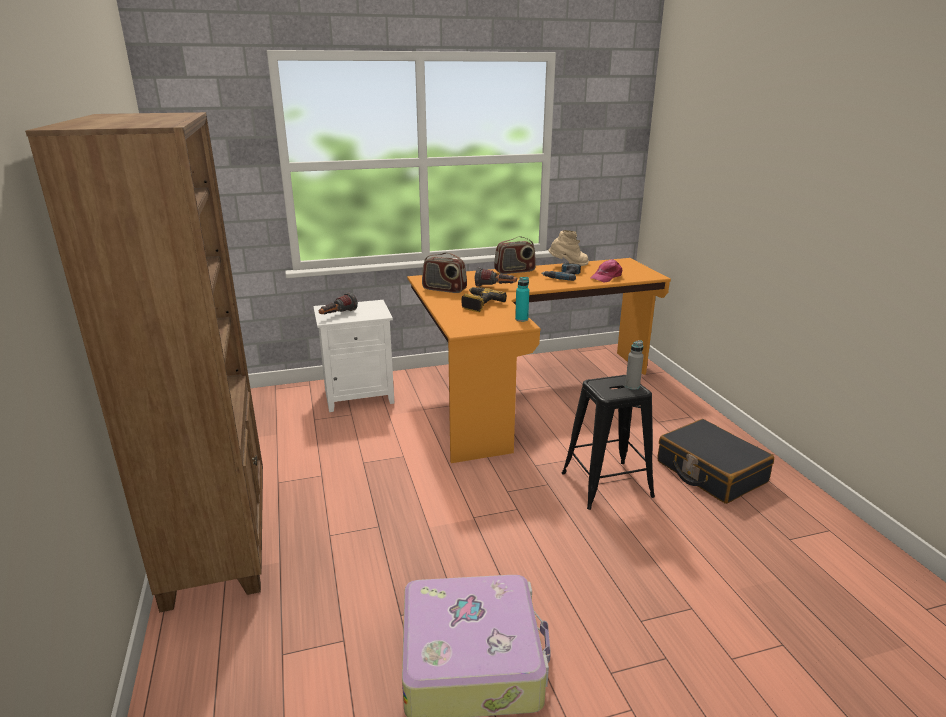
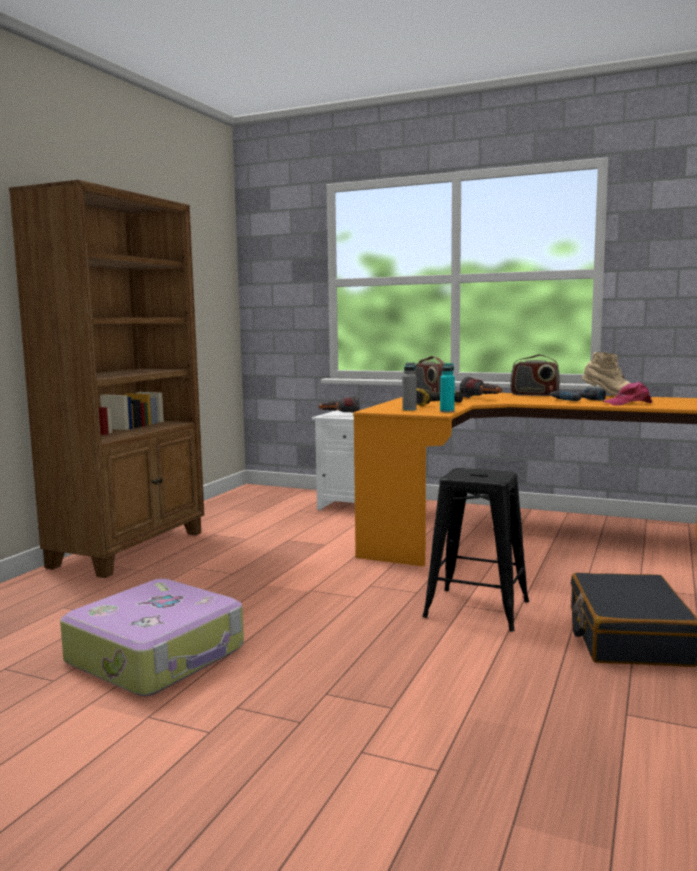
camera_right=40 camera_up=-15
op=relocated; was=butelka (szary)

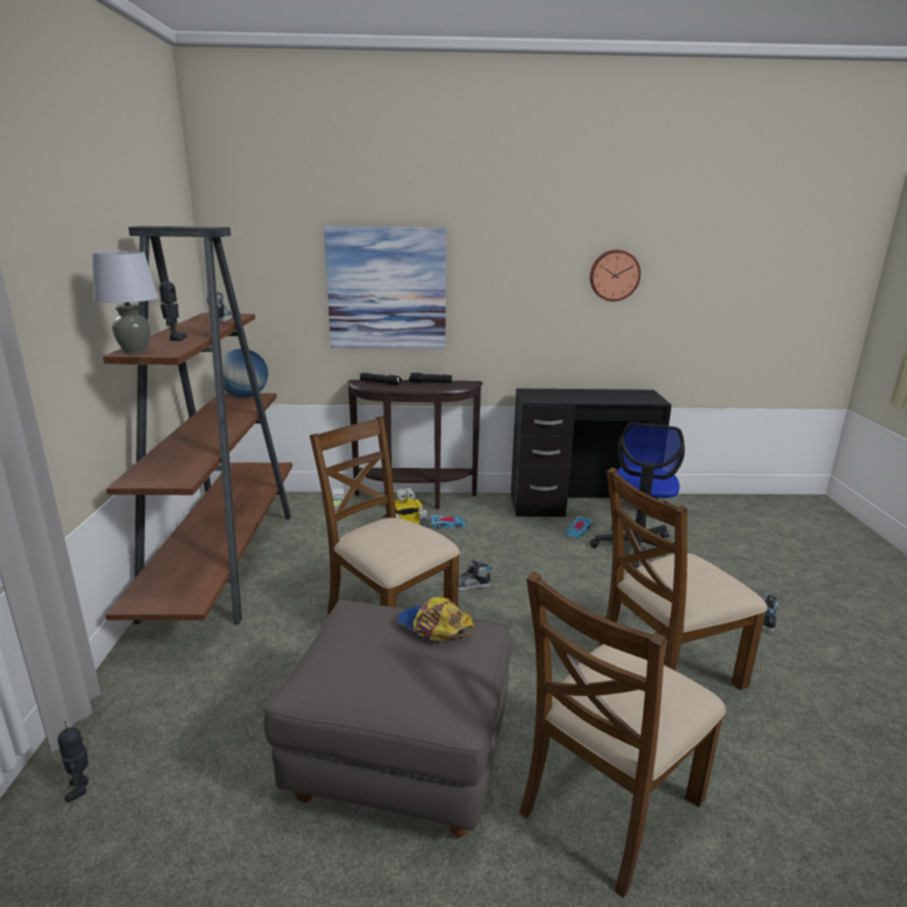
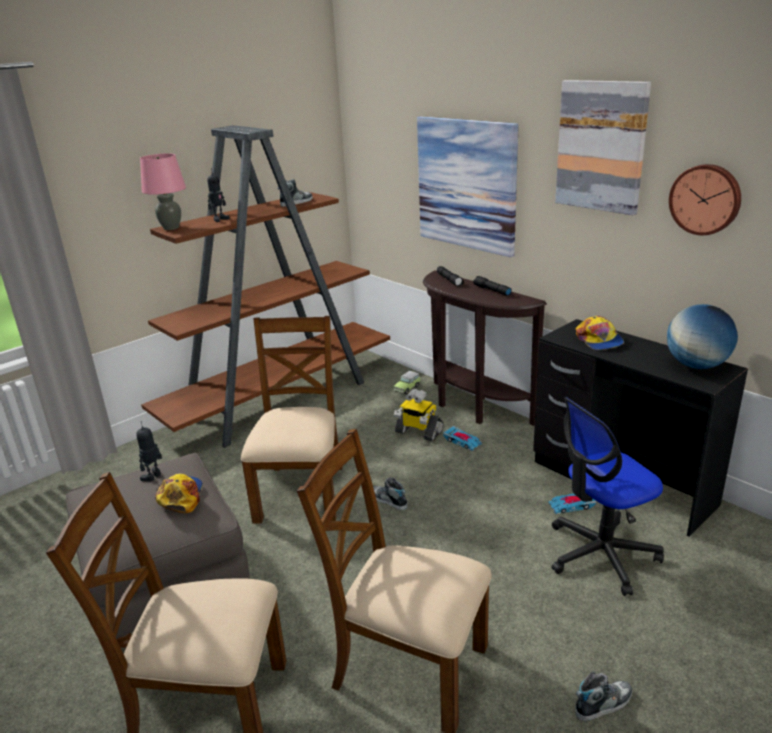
camera_right=50 camera_up=5
op=relocated; was=robot zabawkowy (no. 1 from left)
op=colour; was=lampa stołowa (szary); now=lampa stołowa (różowy)
op=relocated; was=globus
op=appeared; now=obraz (no. 2 from left)
op=appeared; now=czapka z daszkiem (no. 2 from left)

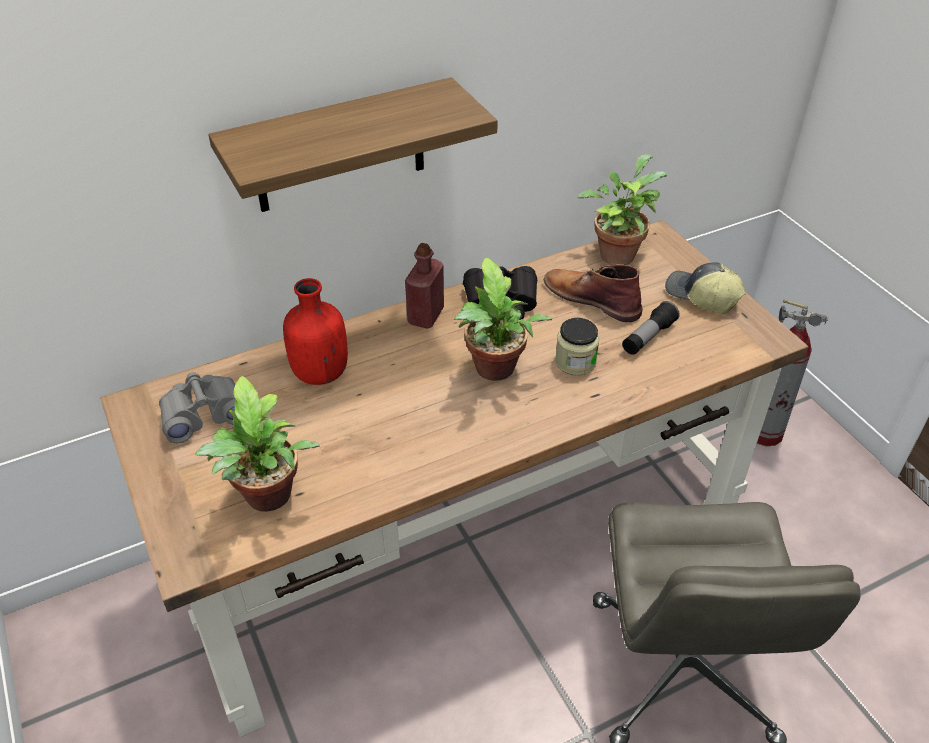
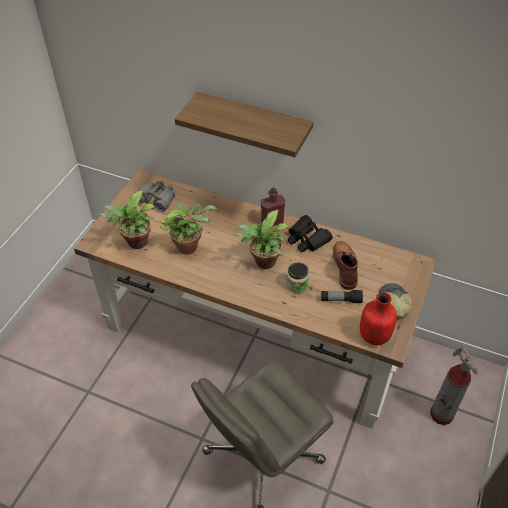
camera_right=50 camera_up=5
op=relocated; was=butelka (czerwony) (no. 1 from left in the first image); now=butelka (czerwony) (no. 2 from left)
op=relocated; was=roślina doniczkowa (no. 3 from left in the first image); now=roślina doniczkowa (no. 2 from left)

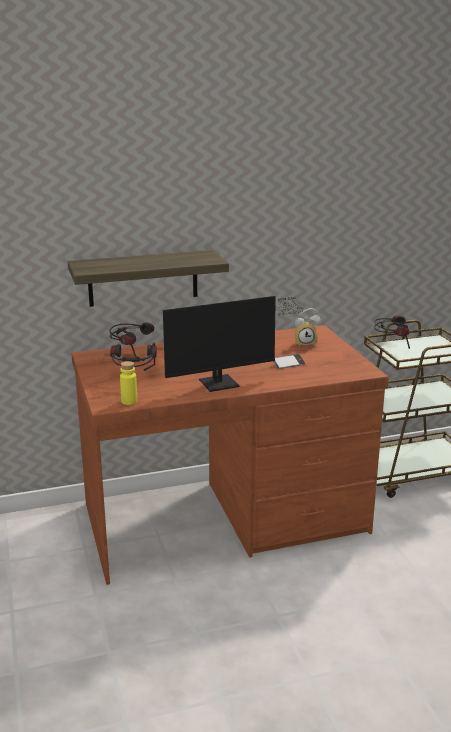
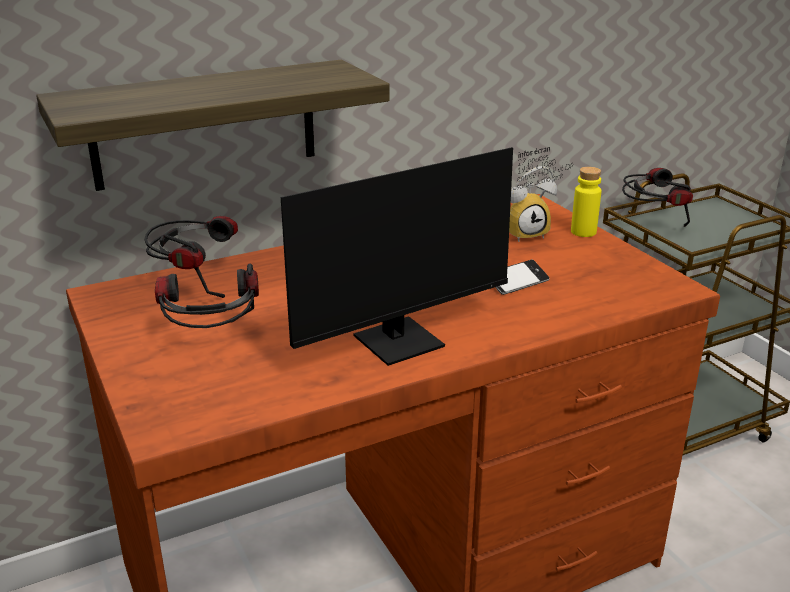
camera_right=-10 camera_up=5
op=relocated; was=butelka (żółty)

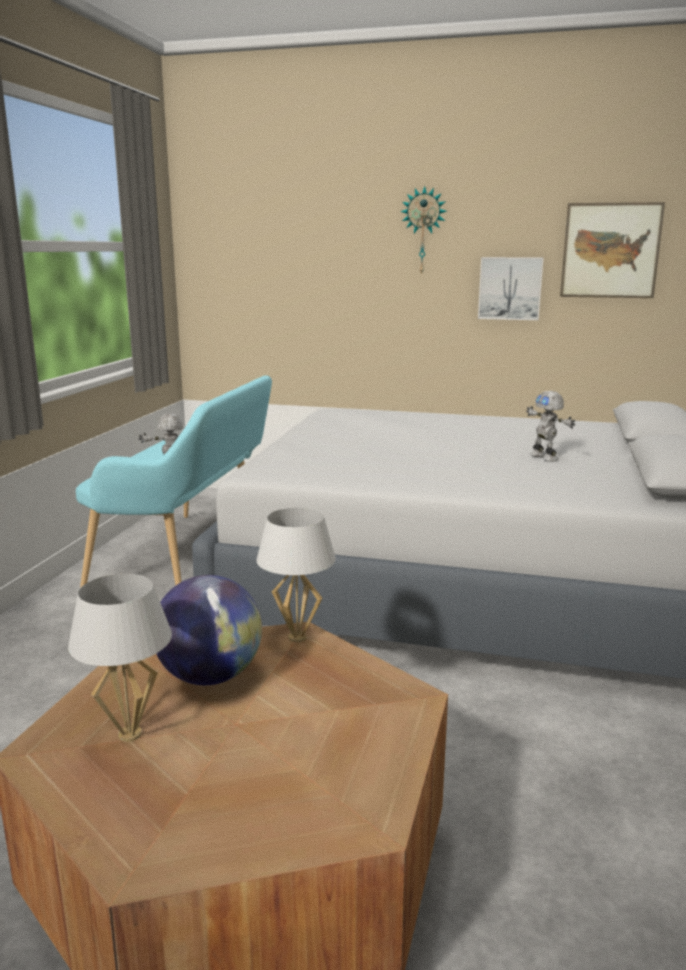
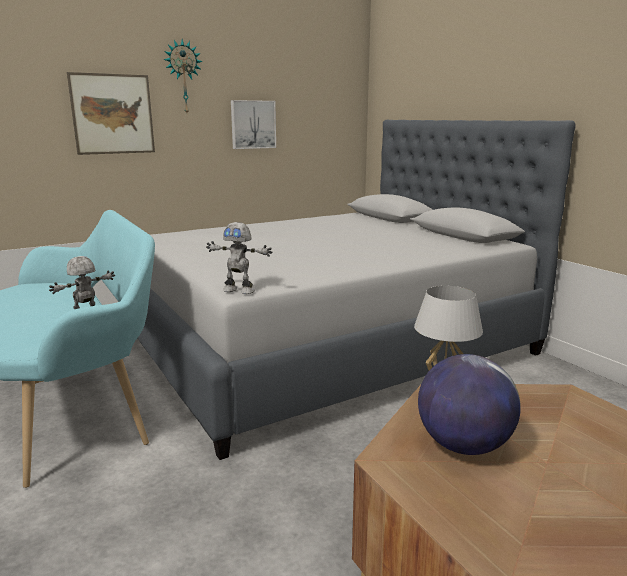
camera_right=-45 camera_up=0
op=missing; was=lampa stołowa (biały) (no. 1 from left)
op=relocated; was=robot zabawkowy (no. 2 from left)
op=relocated; was=obraz (no. 2 from left in the first image); now=obraz (no. 1 from left)

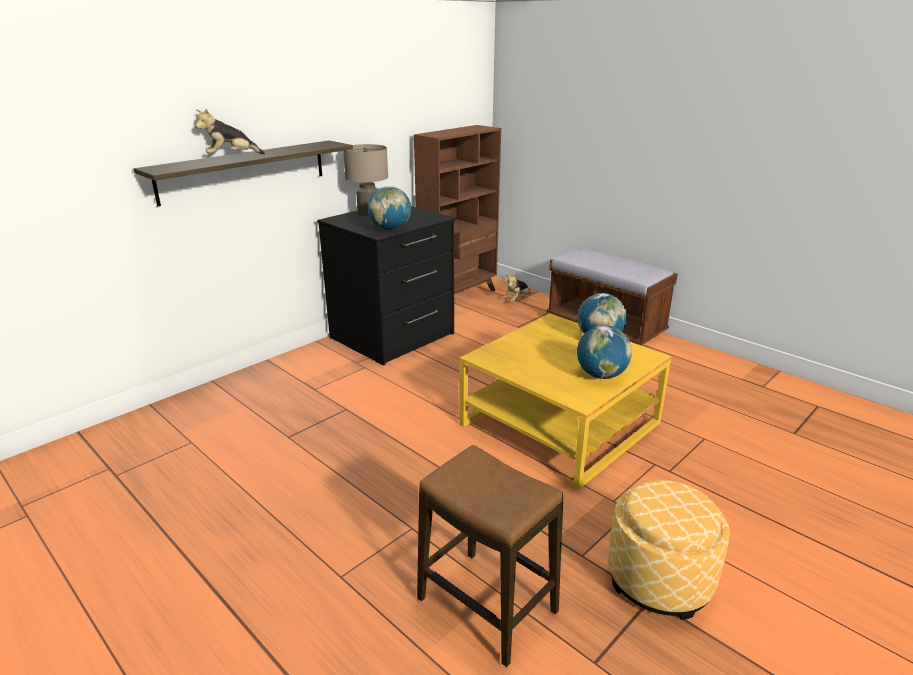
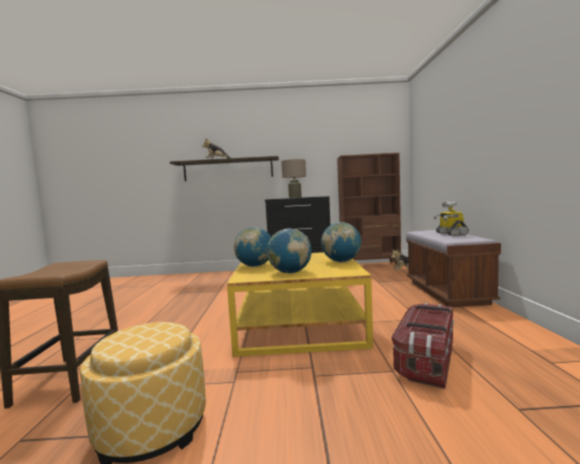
camera_right=45 camera_up=-20
op=relocated; was=globus (no. 1 from left)
op=appeared; now=pojemnik do przechowywania
op=appeared; now=robot zabawkowy

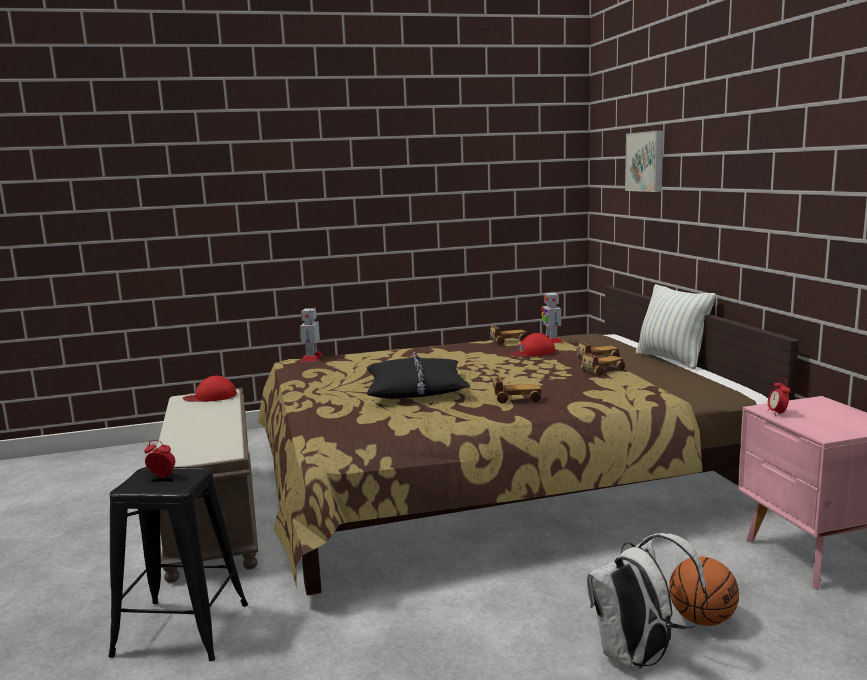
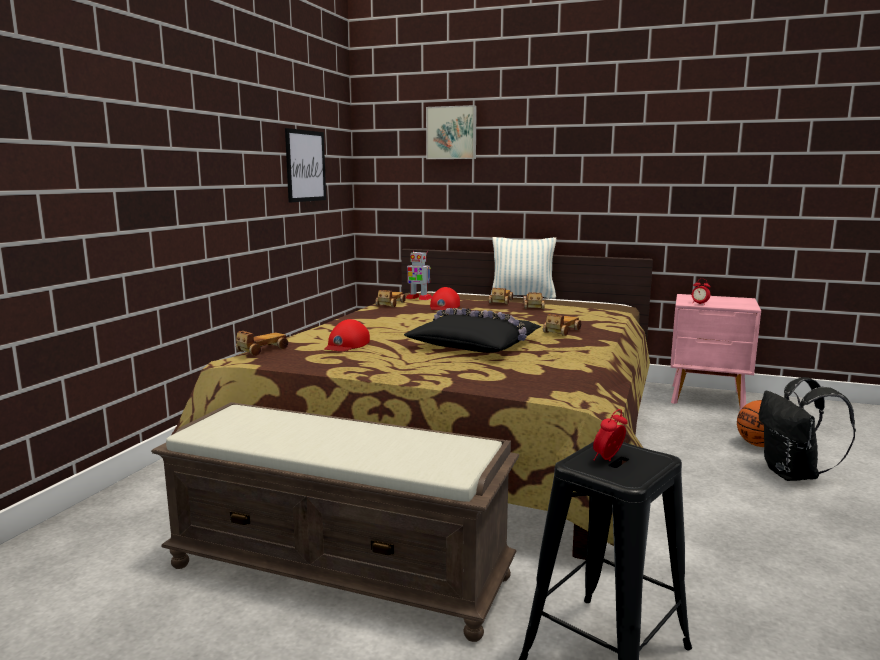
camera_right=-55 camera_up=0
op=relocated; was=czapka z daszkiem (czerwony) (no. 1 from left)
op=exchanged; was=robot zabawkowy (no. 1 from left); now=samochodzik (no. 1 from left)
op=colour; was=plecak (biały); now=plecak (czarny)
op=appeared; now=obraz (no. 1 from left)

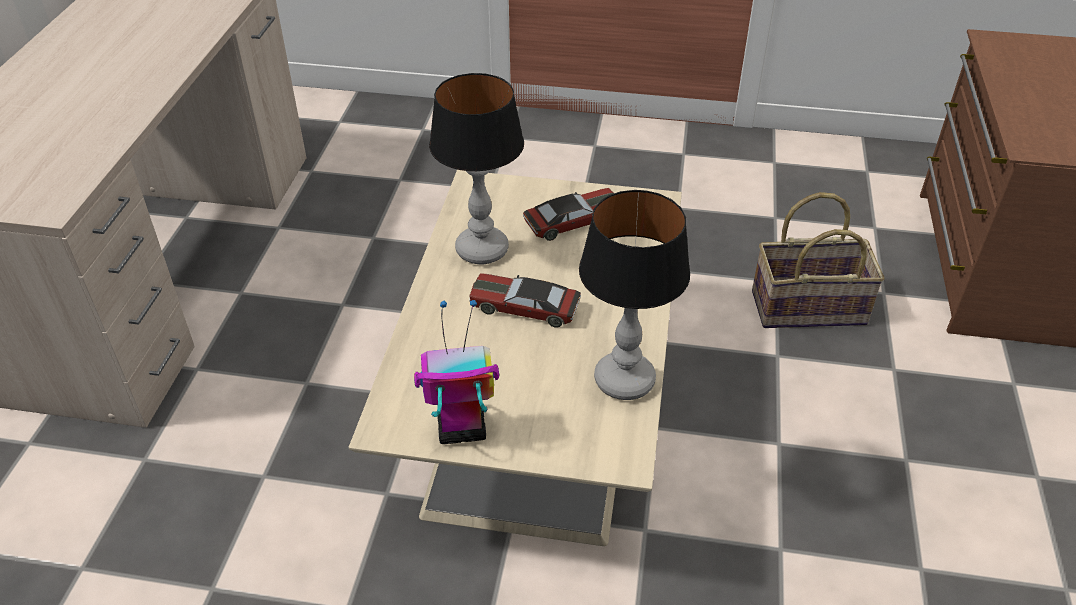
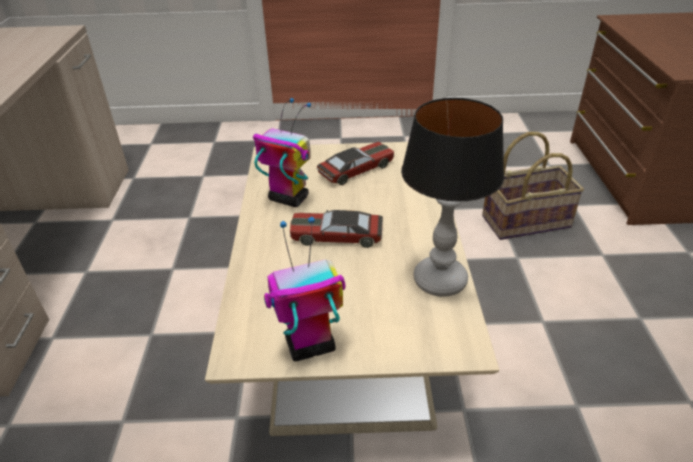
camera_right=-10 camera_up=-5
op=exchanged; was=lampa stołowa (no. 1 from left); now=robot zabawkowy (no. 1 from left)

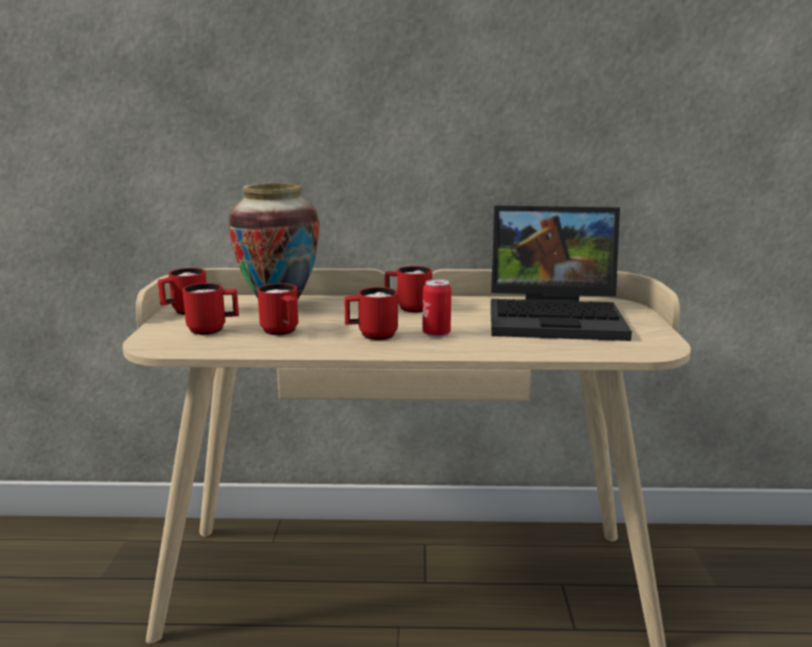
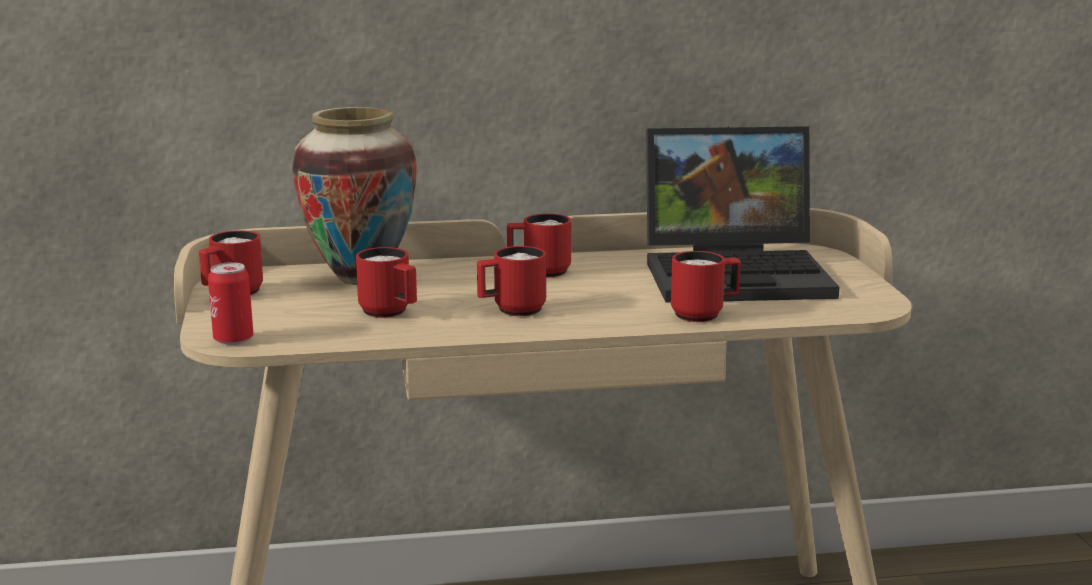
camera_right=-10 camera_up=0
op=relocated; was=kubek (czerwony) (no. 2 from left in the first image); now=kubek (czerwony) (no. 5 from left)
op=relocated; was=puszka

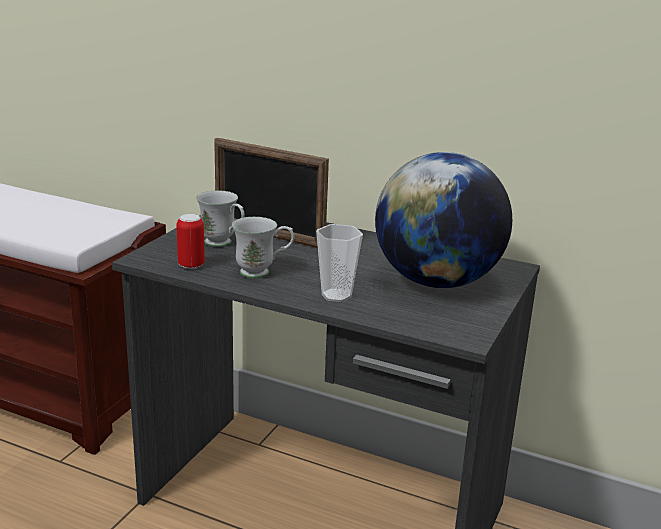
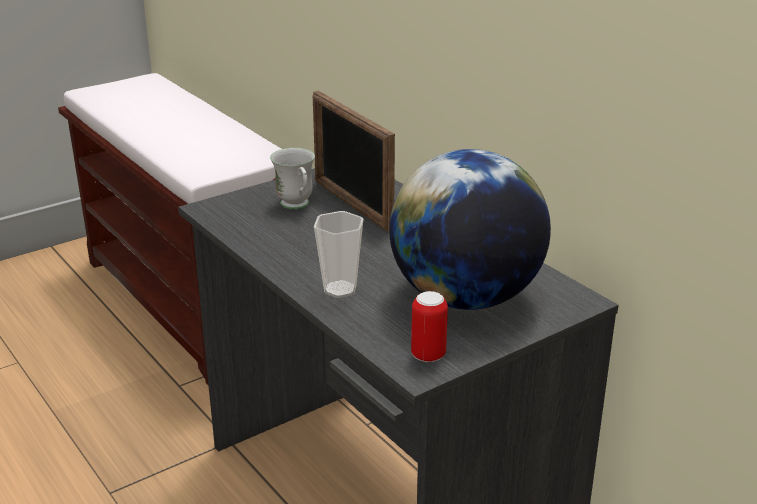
camera_right=30 camera_up=5
op=relocated; was=puszka
op=missing; was=kubek (biały) (no. 2 from left)

